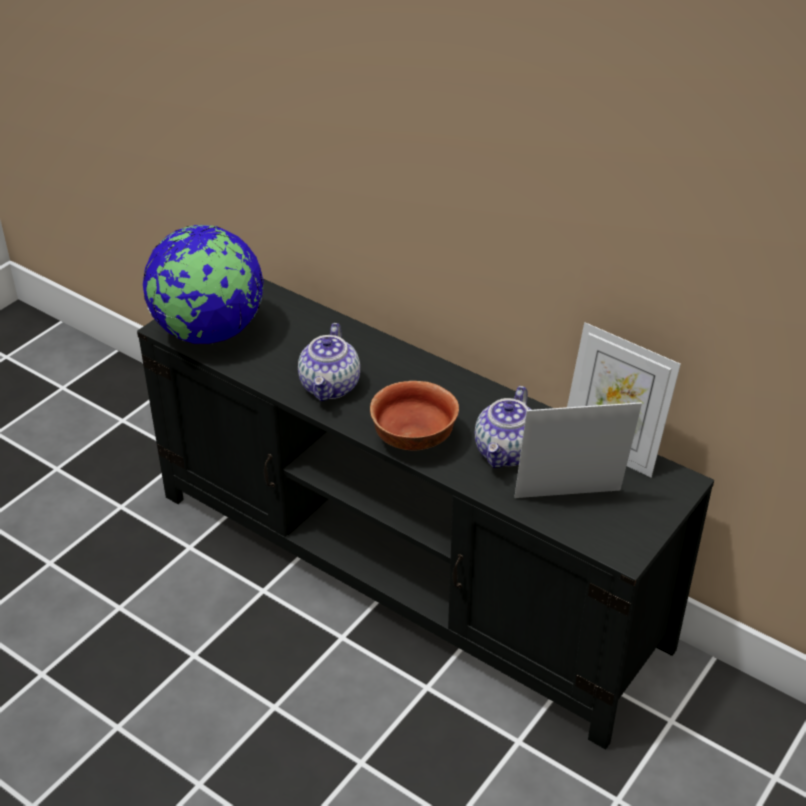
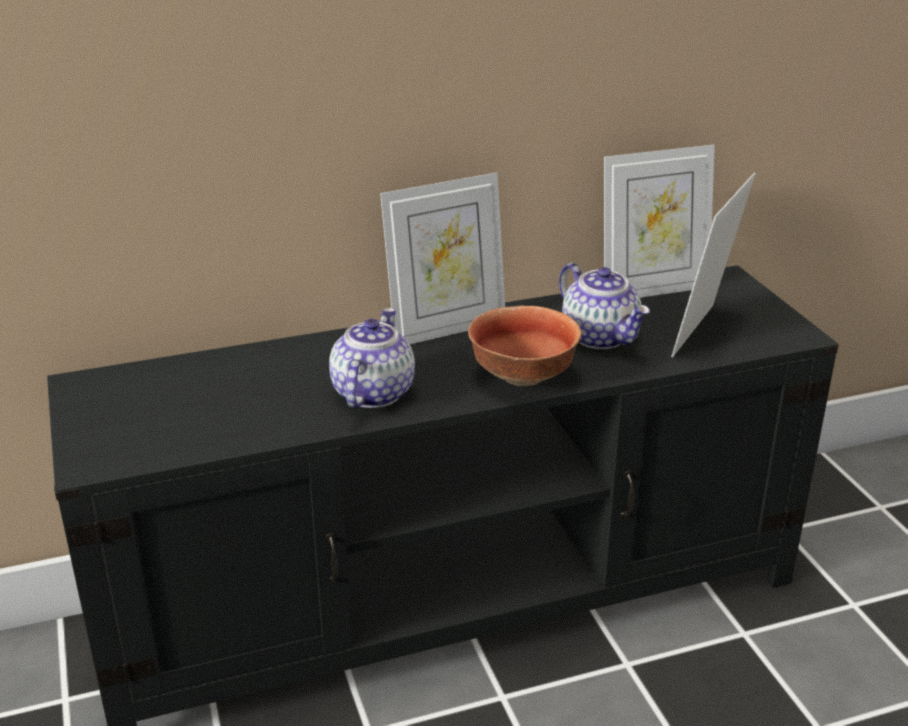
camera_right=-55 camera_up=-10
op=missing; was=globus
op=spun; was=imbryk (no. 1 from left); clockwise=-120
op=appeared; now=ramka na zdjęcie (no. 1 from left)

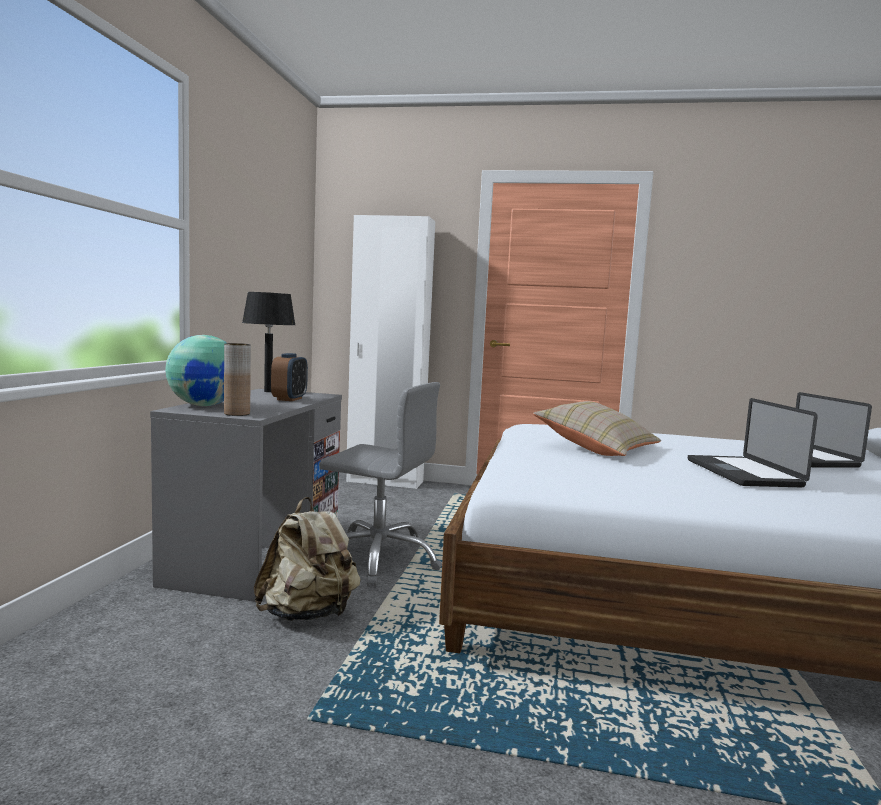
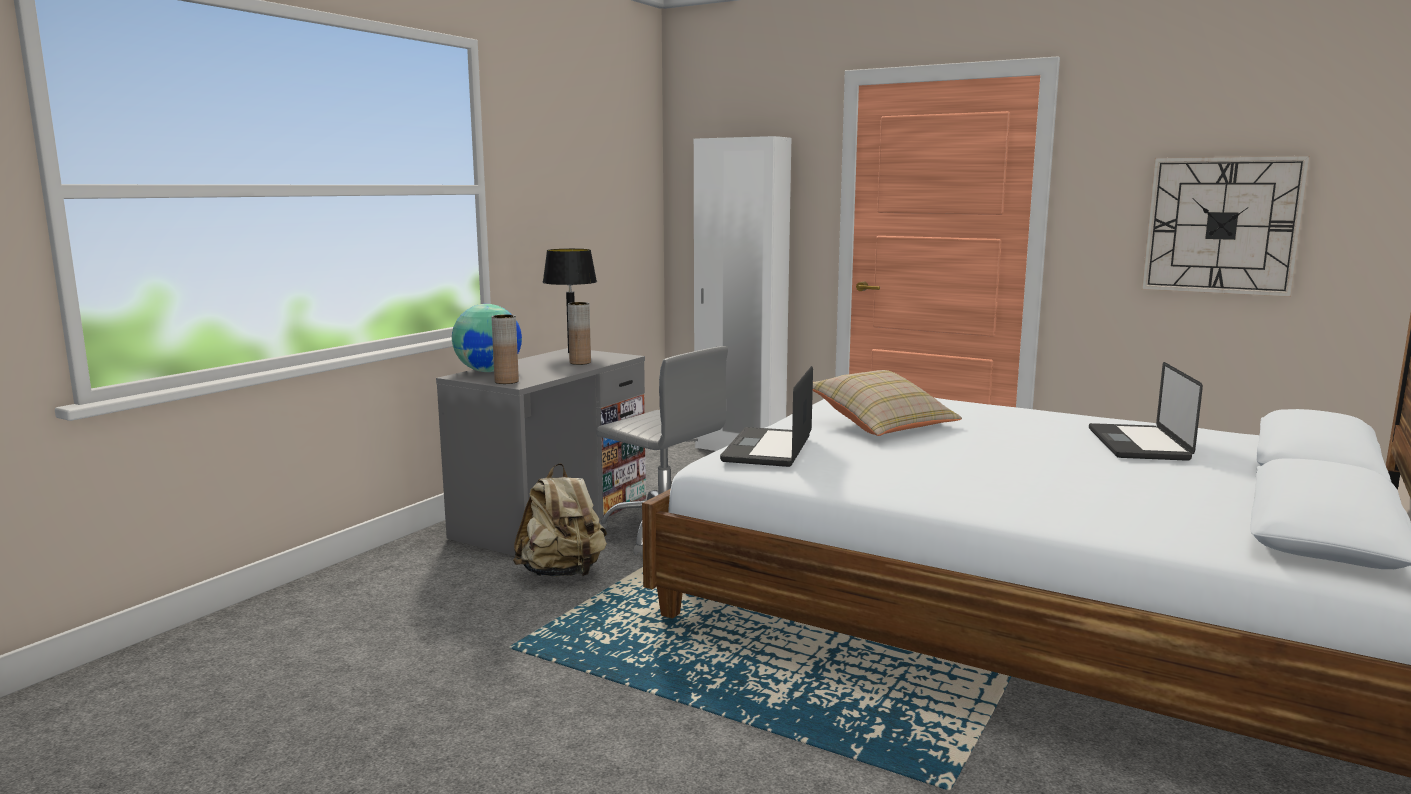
camera_right=20 camera_up=5
op=exchanged; was=budzik; now=wazon (brązowy) (no. 2 from left)
op=relocated; was=laptop (no. 1 from left)
op=appeared; now=zegar ścienny

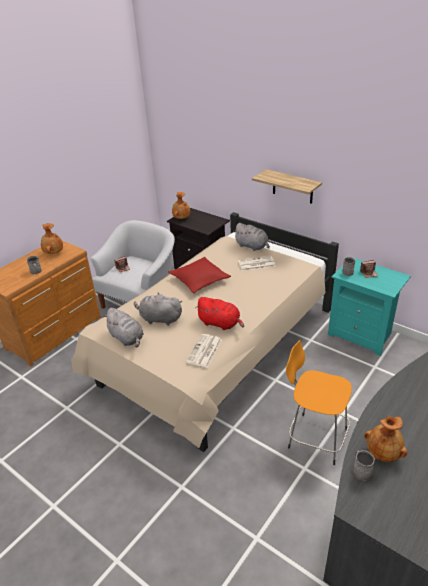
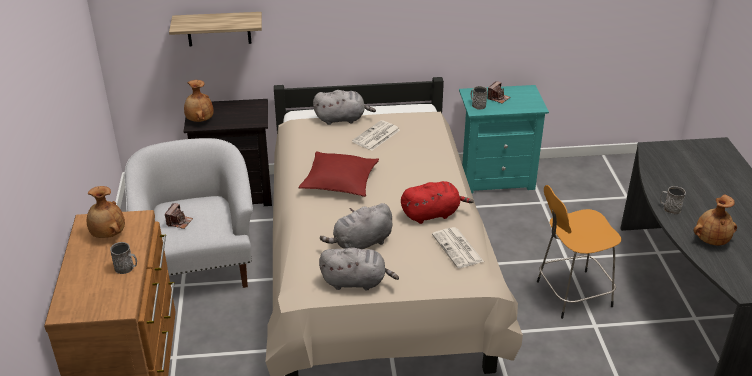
camera_right=-45 camera_up=0
op=relocated; was=półka
op=relocated; was=kubek (szary) (no. 3 from left)

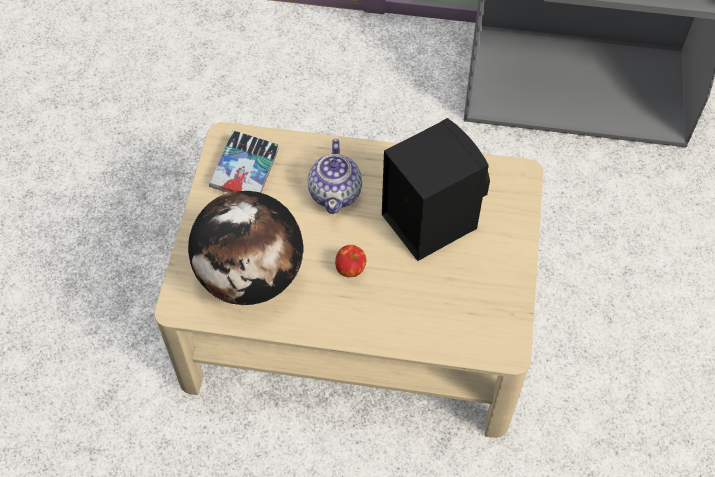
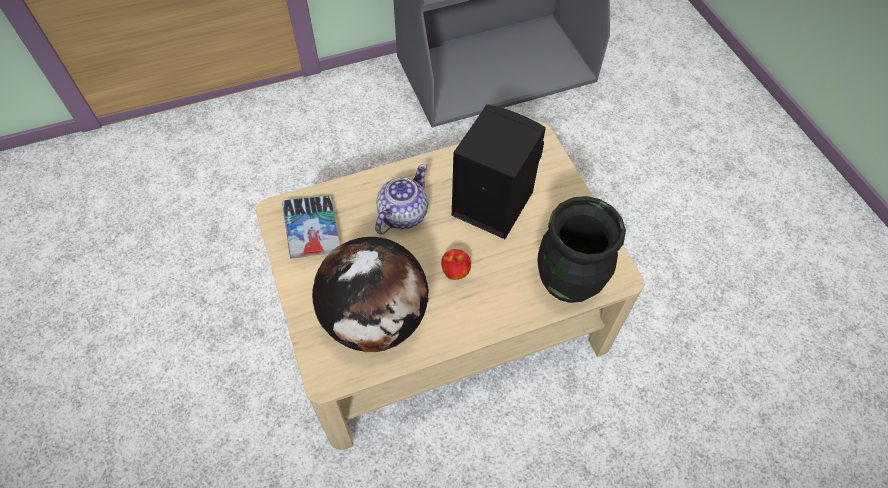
camera_right=-30 camera_up=0
op=spun; was=imbryk; clockwise=-120
op=appeared; now=wazon (czarny)

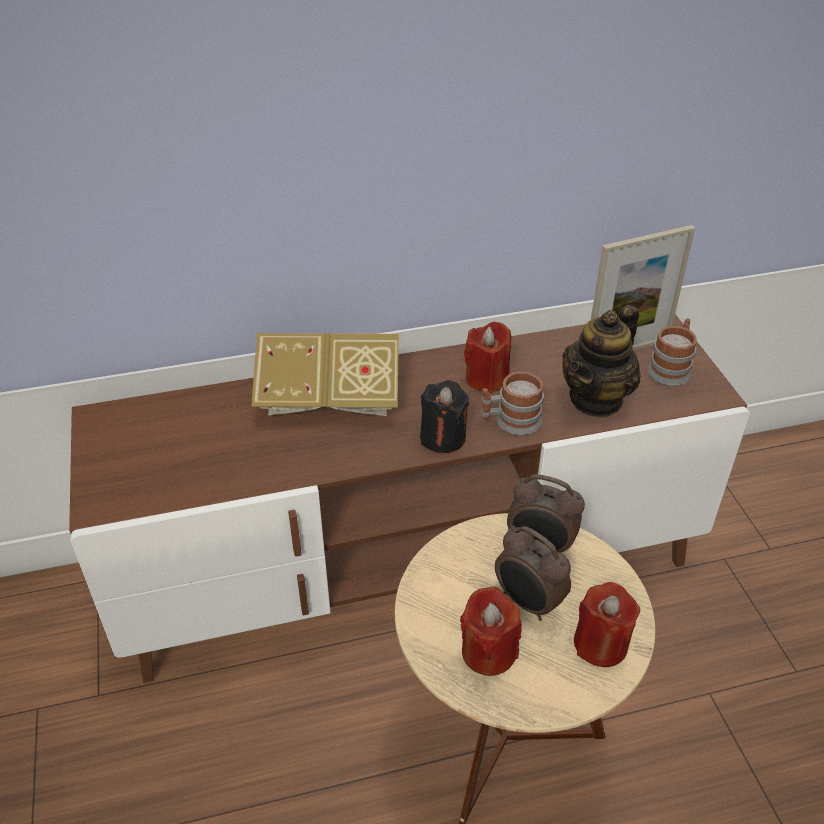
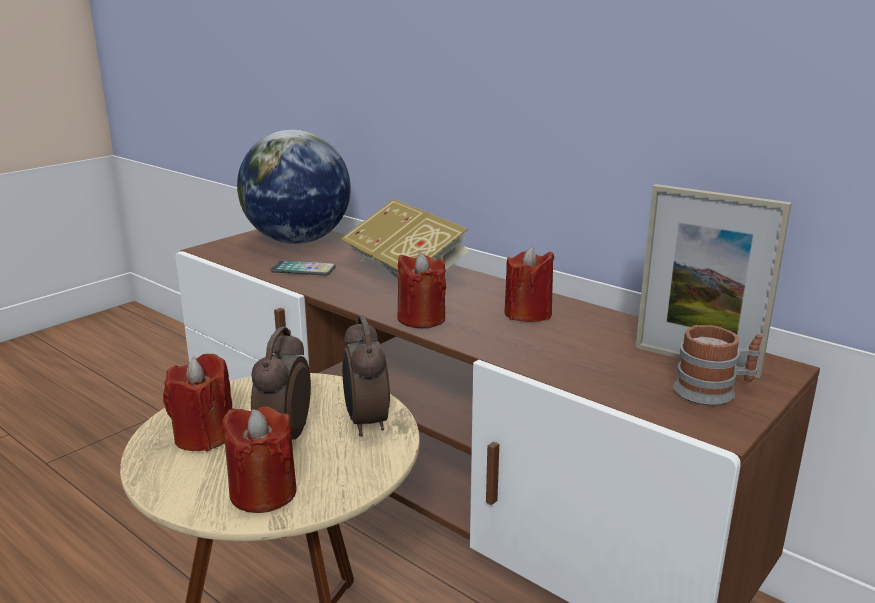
camera_right=55 camera_up=-20
op=colour; was=świeca (czarny); now=świeca (czerwony) (no. 3 from left)
op=missing; was=kubek (no. 1 from left)
op=missing; was=imbryk
op=appeared; now=globus
op=appeared; now=telefon

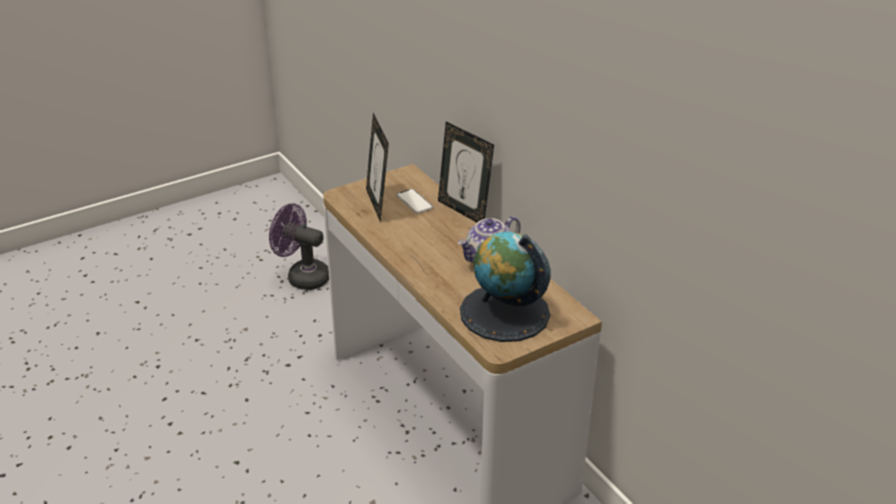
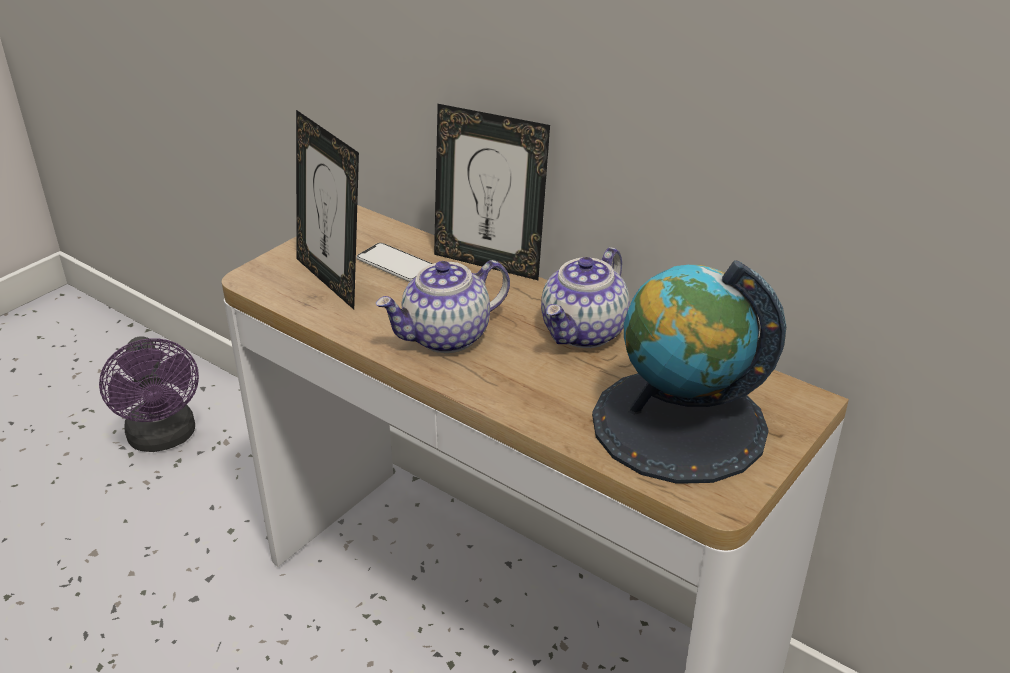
camera_right=-20 camera_up=0
op=spun; was=wentylator (fioletowy); clockwise=-120
op=appeared; now=imbryk (no. 1 from left)

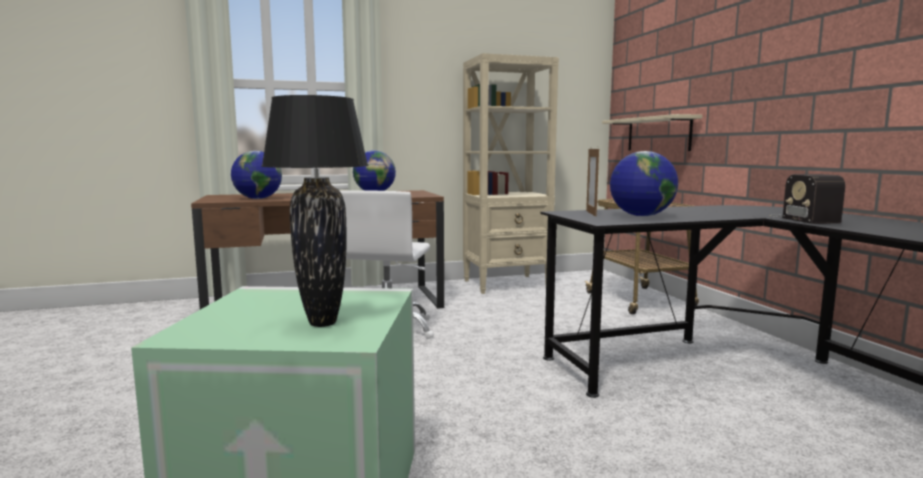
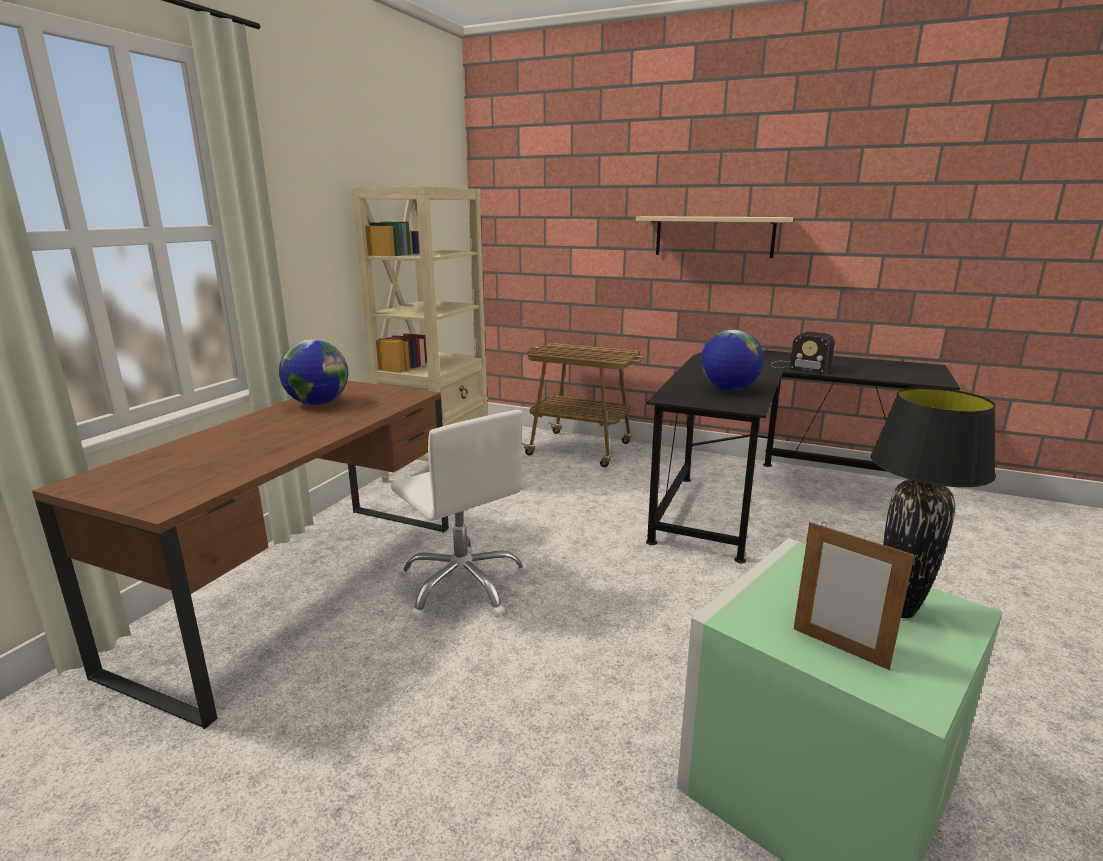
camera_right=-50 camera_up=10
op=missing; was=globus (no. 1 from left)
op=relocated; was=ramka na zdjęcie
op=relocated; was=półka (beżowy)

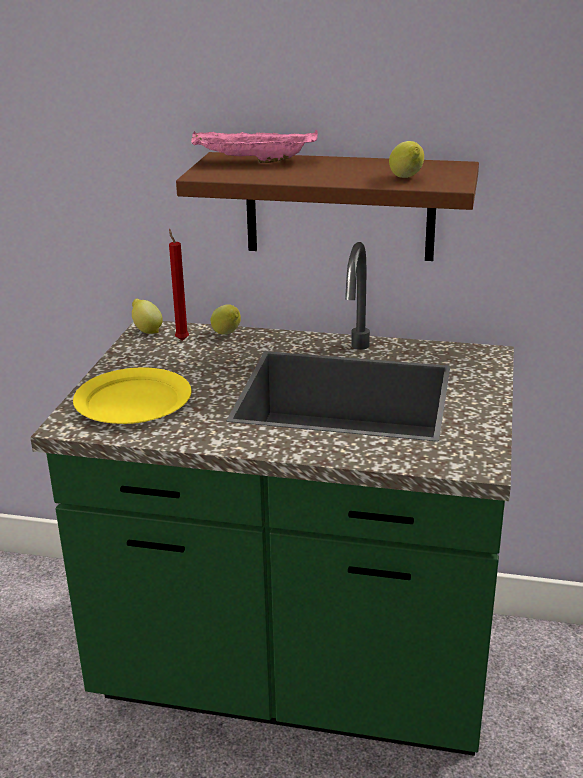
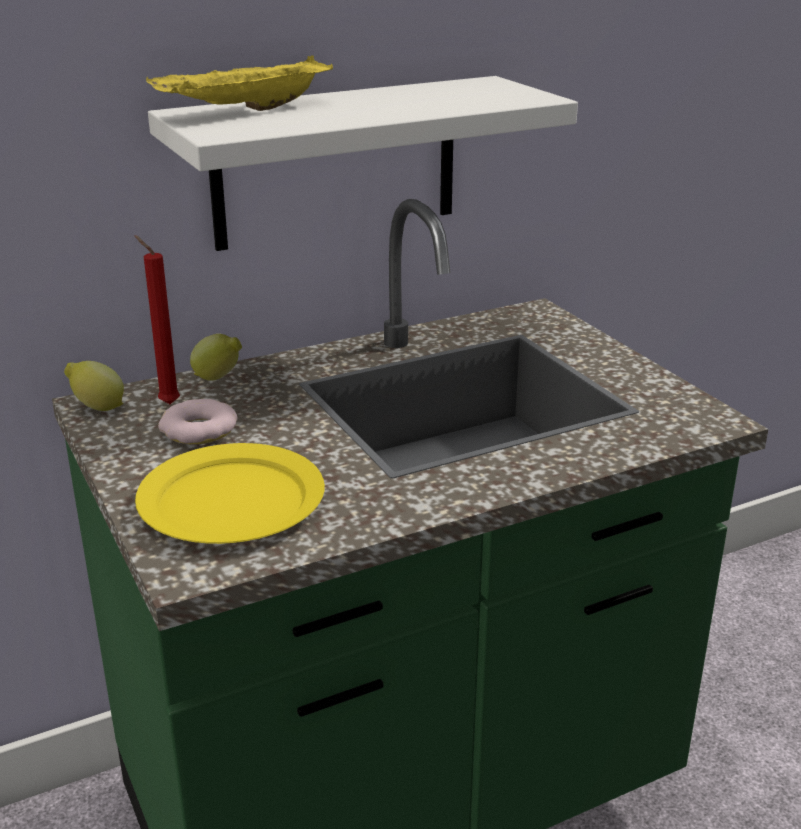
camera_right=-40 camera_up=0
op=colour; was=półka (brązowy); now=półka (biały)
op=colour; was=taca (różowy); now=taca (żółty)
op=missing; was=cytryna (no. 3 from left)
op=appeared; now=donut

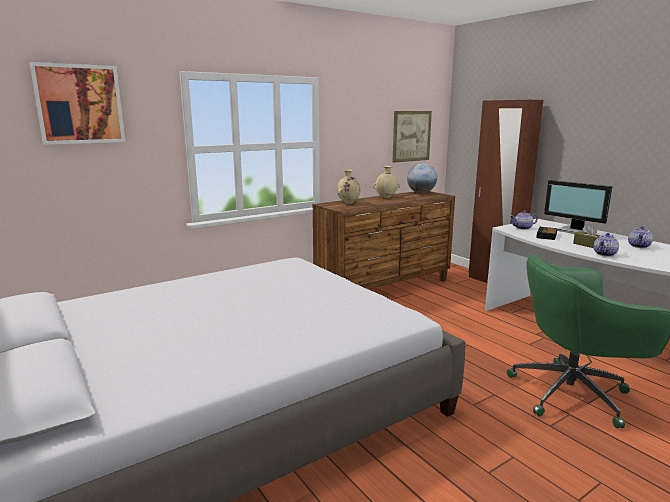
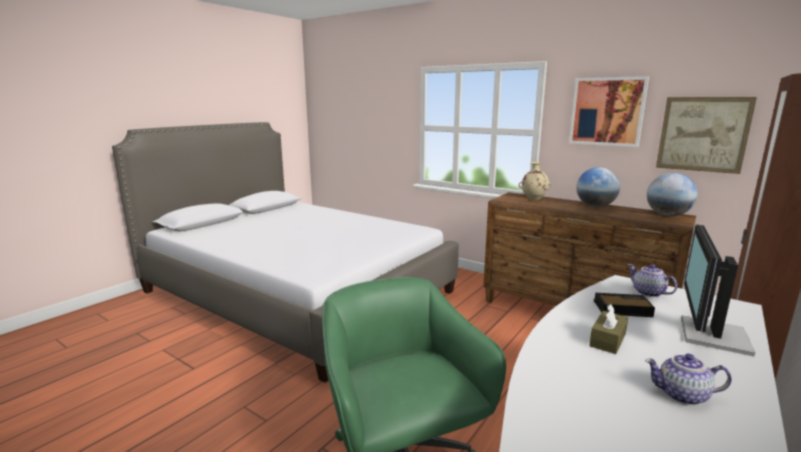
camera_right=70 camera_up=0
op=relocated; was=obraz (no. 1 from left)
op=exchanged; was=wazon (beżowy) (no. 2 from left); now=globus (no. 1 from left)
op=missing; was=imbryk (no. 2 from left)

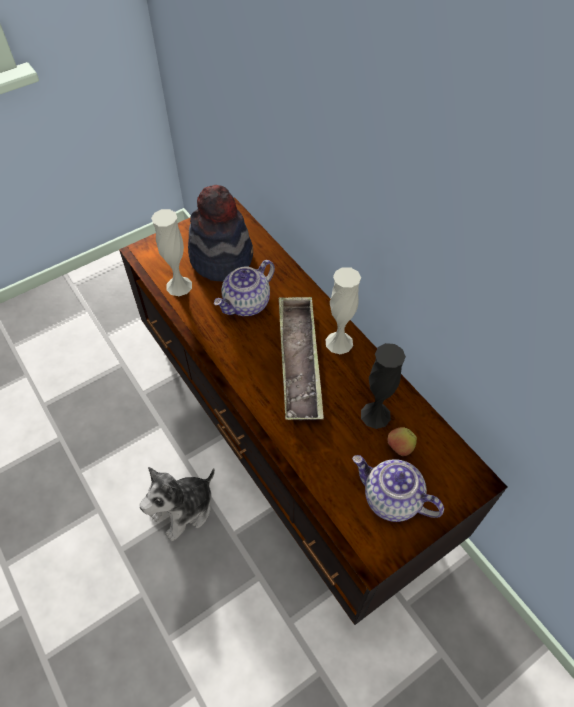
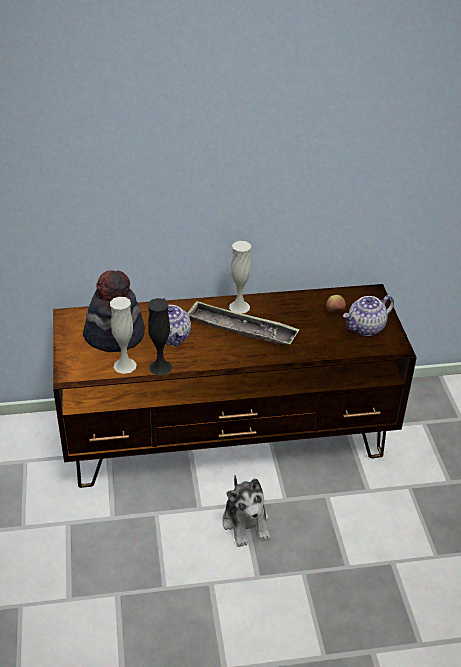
camera_right=-65 camera_up=-15
op=relocated; was=wazon (czarny)

